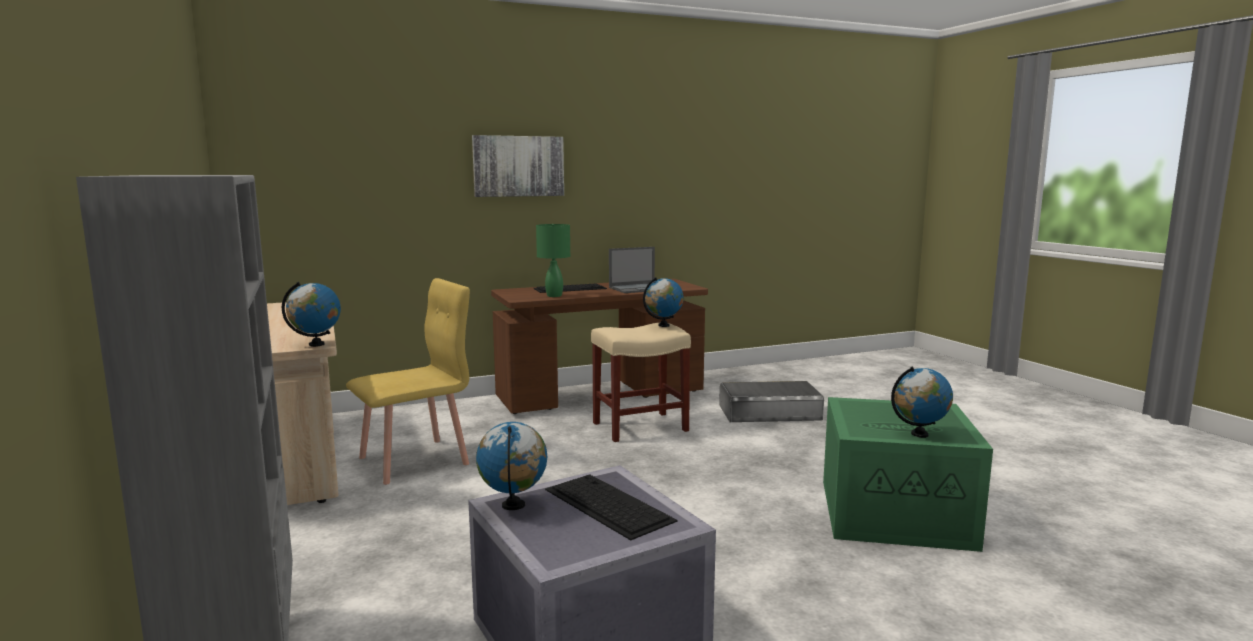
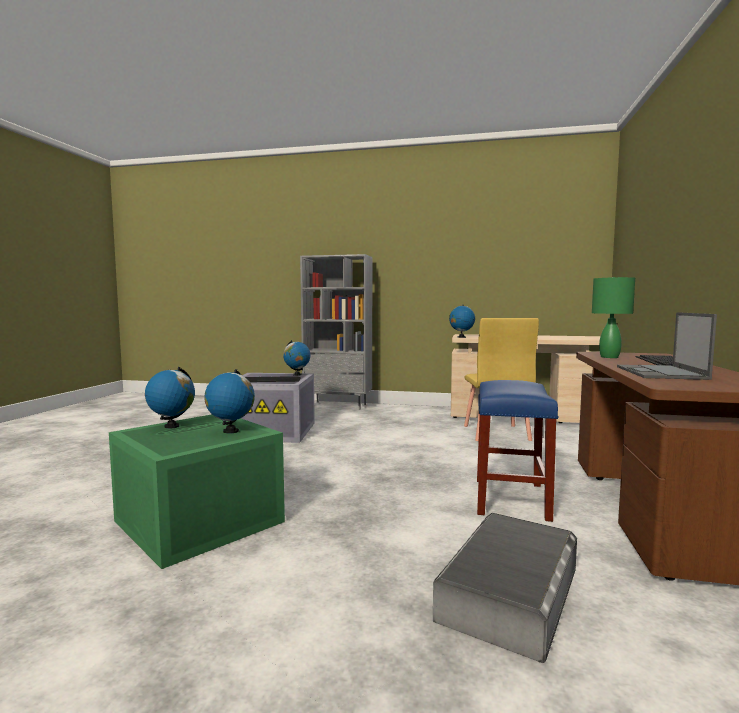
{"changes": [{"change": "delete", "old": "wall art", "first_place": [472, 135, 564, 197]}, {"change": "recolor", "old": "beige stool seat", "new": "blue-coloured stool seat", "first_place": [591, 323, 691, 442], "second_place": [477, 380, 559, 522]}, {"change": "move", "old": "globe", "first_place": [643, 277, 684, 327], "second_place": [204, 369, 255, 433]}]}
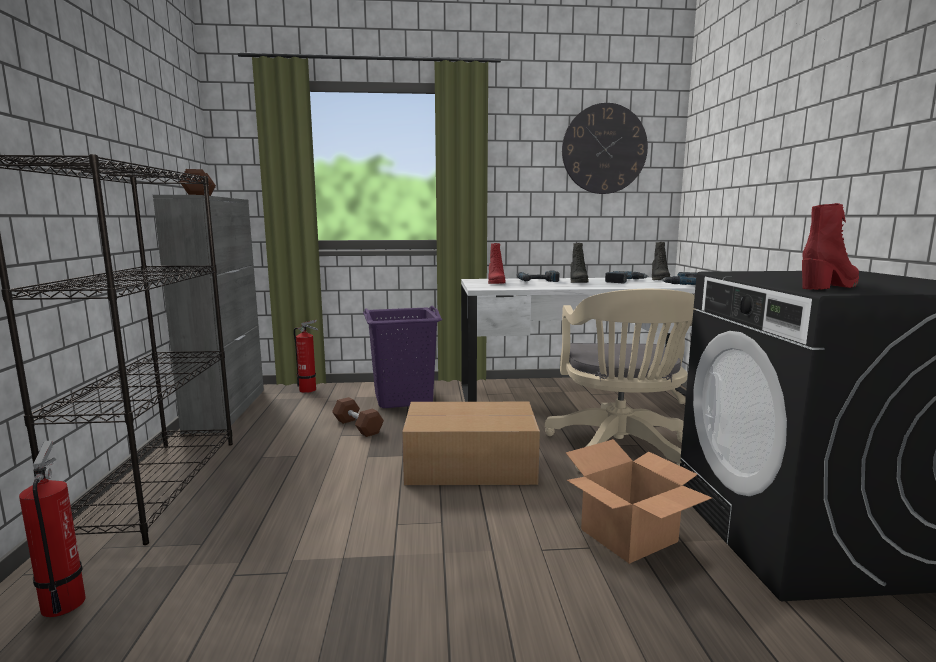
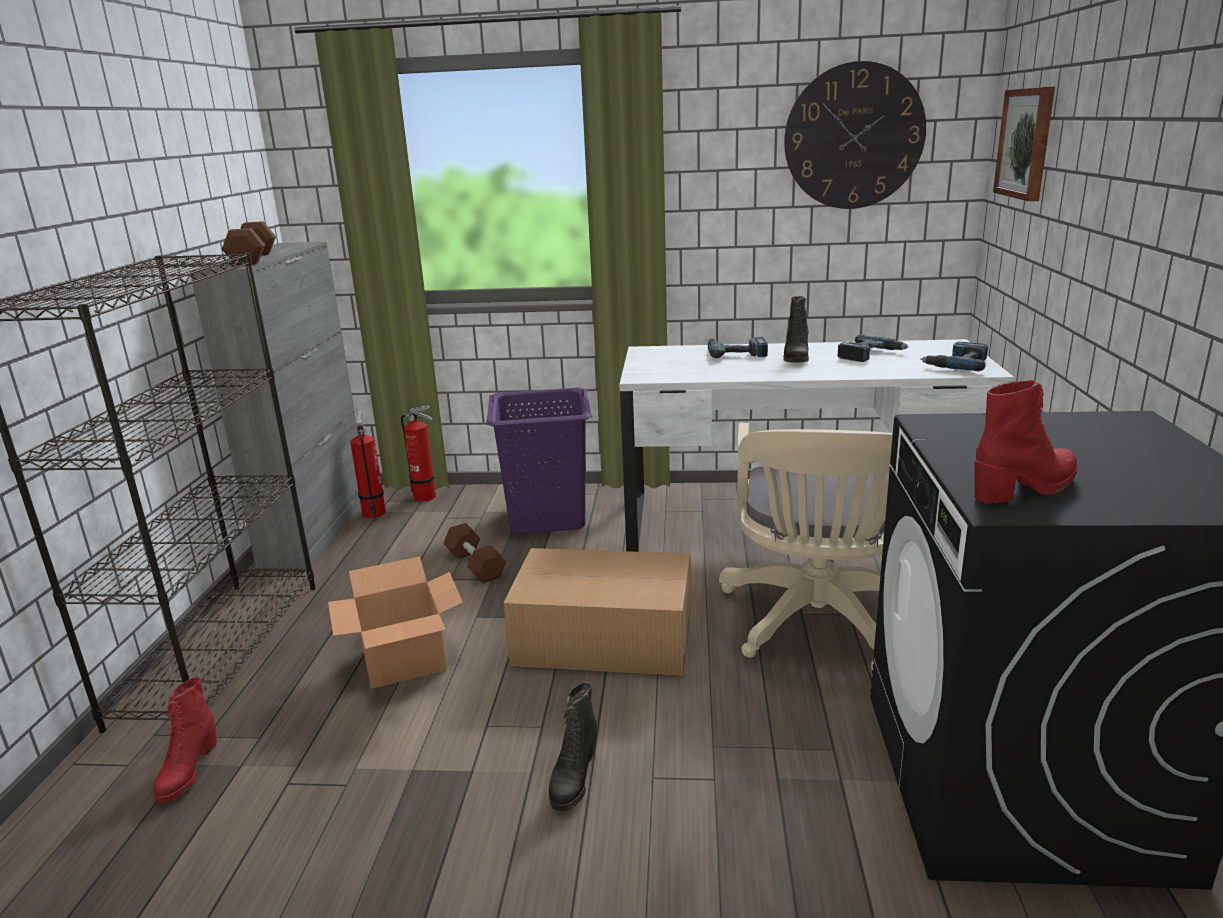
{"changes": [{"change": "move", "old": "extinguisher", "first_place": [19, 440, 86, 617], "second_place": [350, 410, 386, 518]}, {"change": "move", "old": "red-coloured boot", "first_place": [488, 243, 506, 284], "second_place": [154, 677, 217, 803]}, {"change": "move", "old": "packing box", "first_place": [566, 439, 712, 564], "second_place": [328, 556, 463, 689]}, {"change": "move", "old": "black boot", "first_place": [652, 242, 670, 280], "second_place": [549, 682, 597, 812]}, {"change": "insert", "new": "wall art", "second_place": [993, 87, 1055, 201]}]}
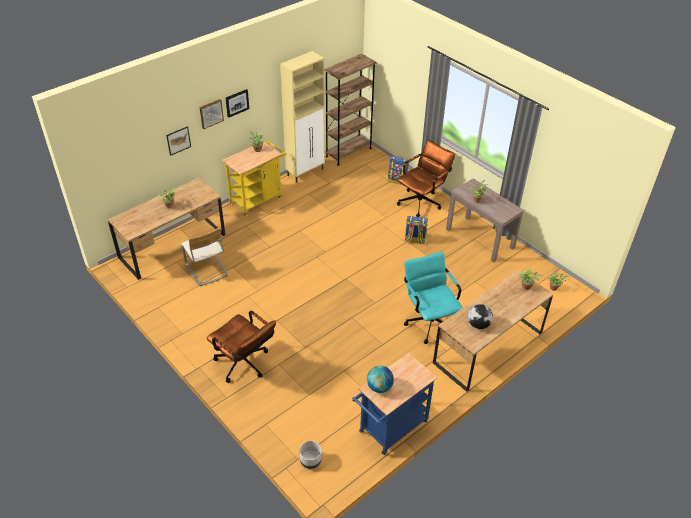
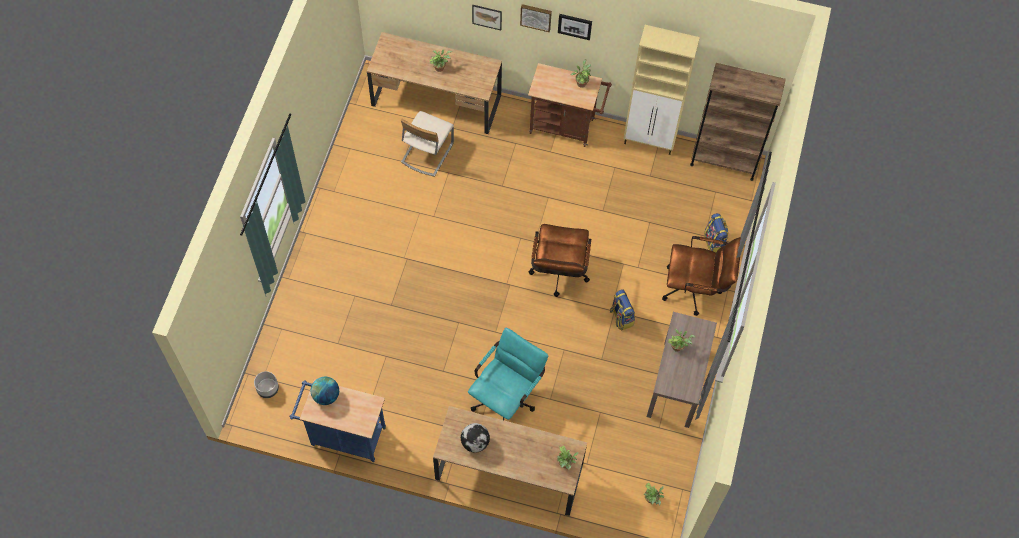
{"changes": [{"change": "move", "old": "brown computer chair", "first_place": [206, 310, 276, 383], "second_place": [529, 224, 591, 297]}, {"change": "recolor", "old": "yellow trolley", "new": "brown trolley", "first_place": [222, 141, 287, 217], "second_place": [528, 63, 612, 147]}]}
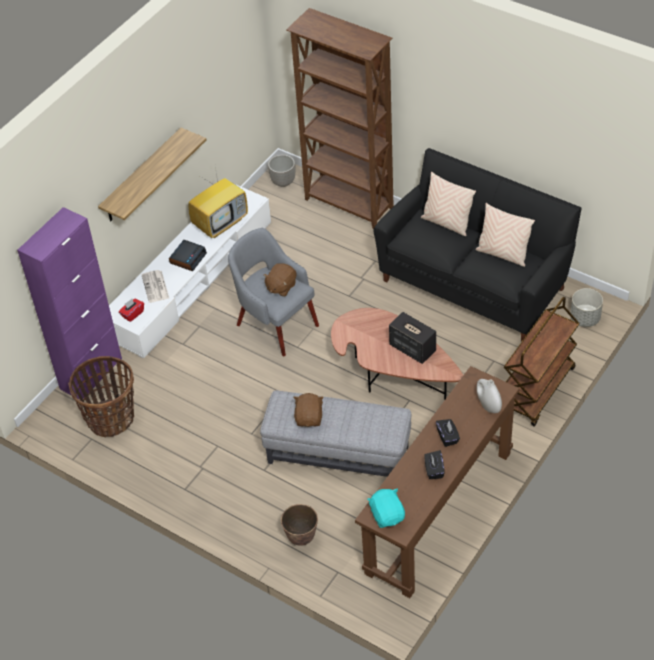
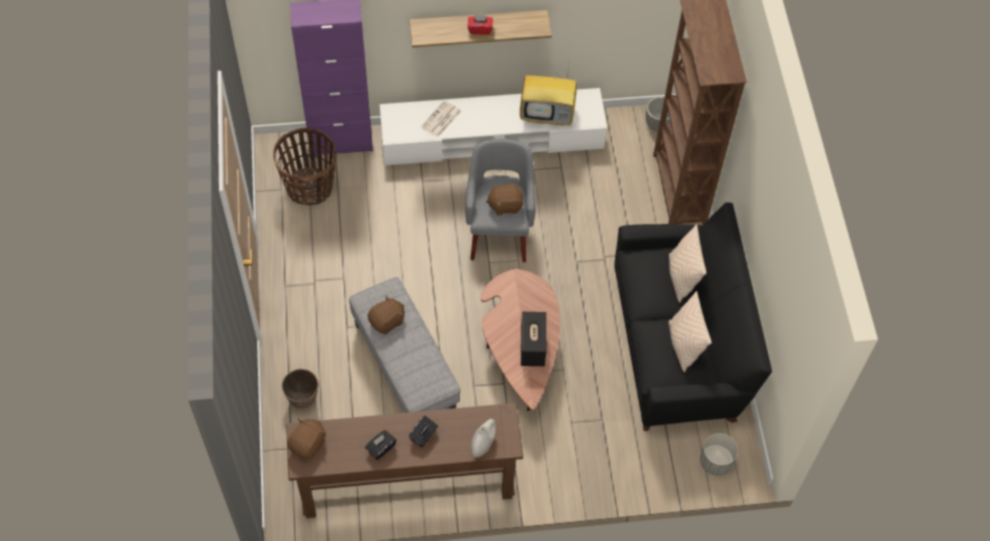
{"changes": [{"change": "move", "old": "red-coloured box of tissues", "first_place": [119, 299, 144, 322], "second_place": [467, 14, 493, 35]}, {"change": "delete", "old": "bedside clock", "first_place": [169, 240, 207, 271]}, {"change": "recolor", "old": "turquoise cuddly toy", "new": "brown cuddly toy", "first_place": [367, 488, 405, 528], "second_place": [287, 418, 326, 459]}, {"change": "delete", "old": "brown trolley", "first_place": [504, 297, 580, 427]}]}
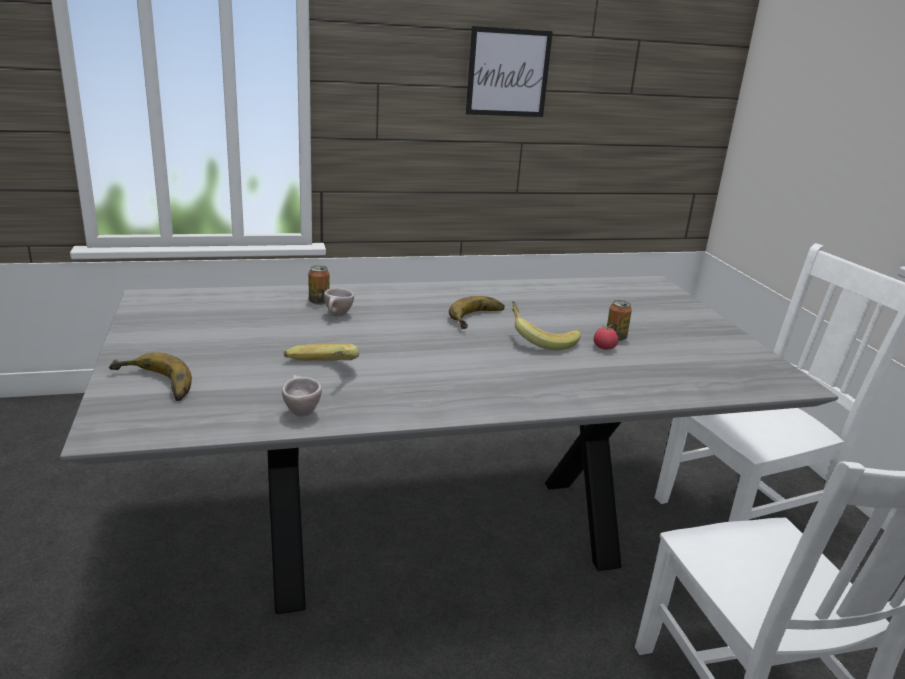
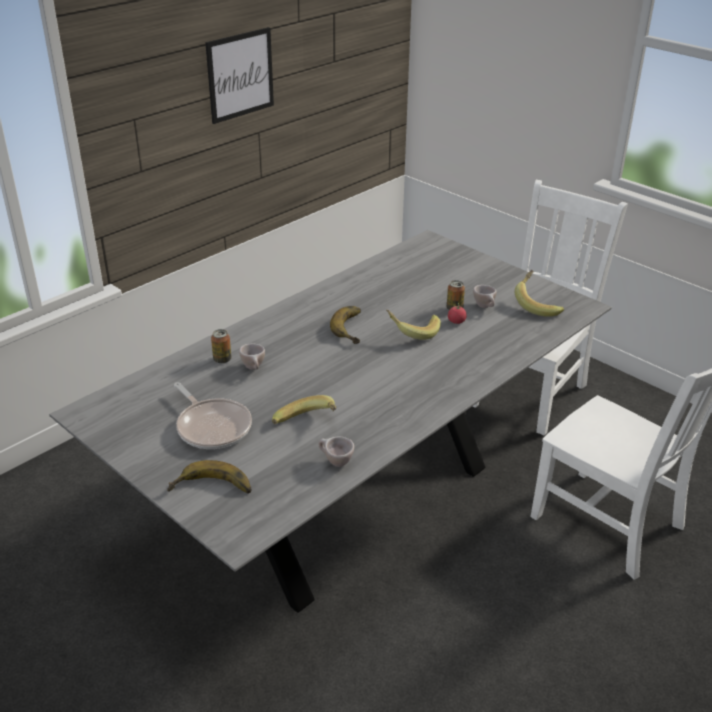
{"changes": [{"change": "insert", "new": "skillet", "second_place": [174, 382, 252, 449]}, {"change": "insert", "new": "beige drinking cup", "second_place": [473, 285, 496, 308]}, {"change": "insert", "new": "banana fruit", "second_place": [515, 270, 564, 317]}]}
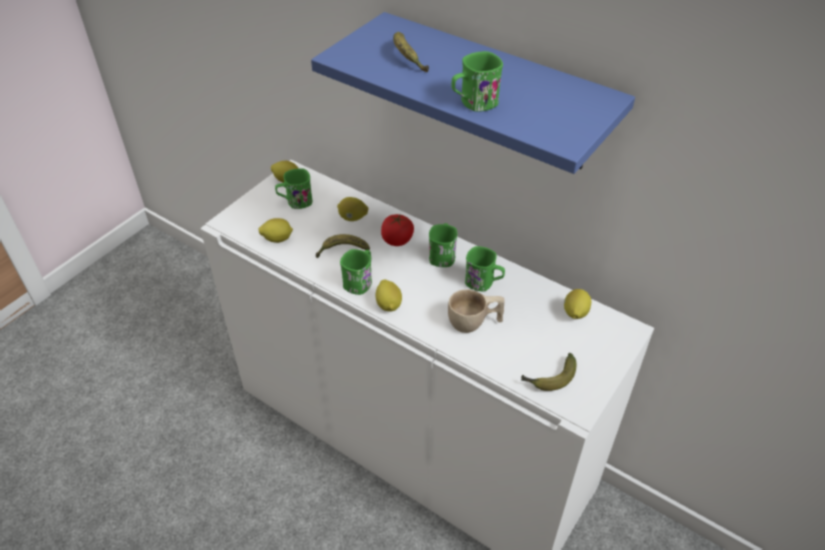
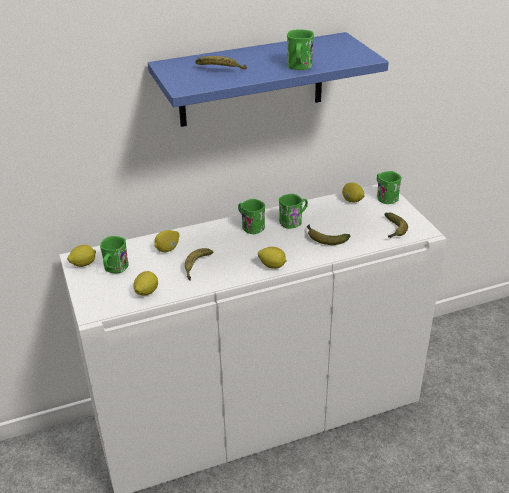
{"changes": [{"change": "move", "old": "greenish coffee mug", "first_place": [340, 249, 372, 295], "second_place": [377, 171, 402, 204]}, {"change": "delete", "old": "fresh tomato", "first_place": [381, 214, 414, 246]}, {"change": "replace", "old": "beige drinking cup", "new": "banana fruit", "first_place": [448, 289, 504, 333], "second_place": [307, 225, 351, 245]}]}
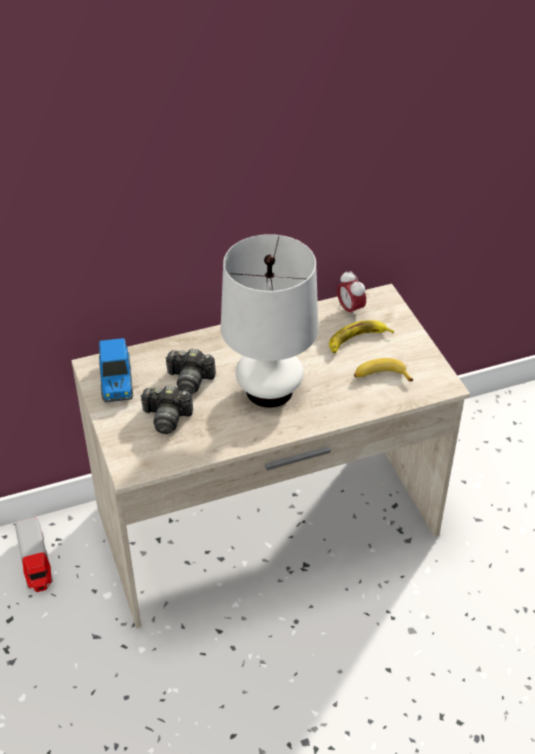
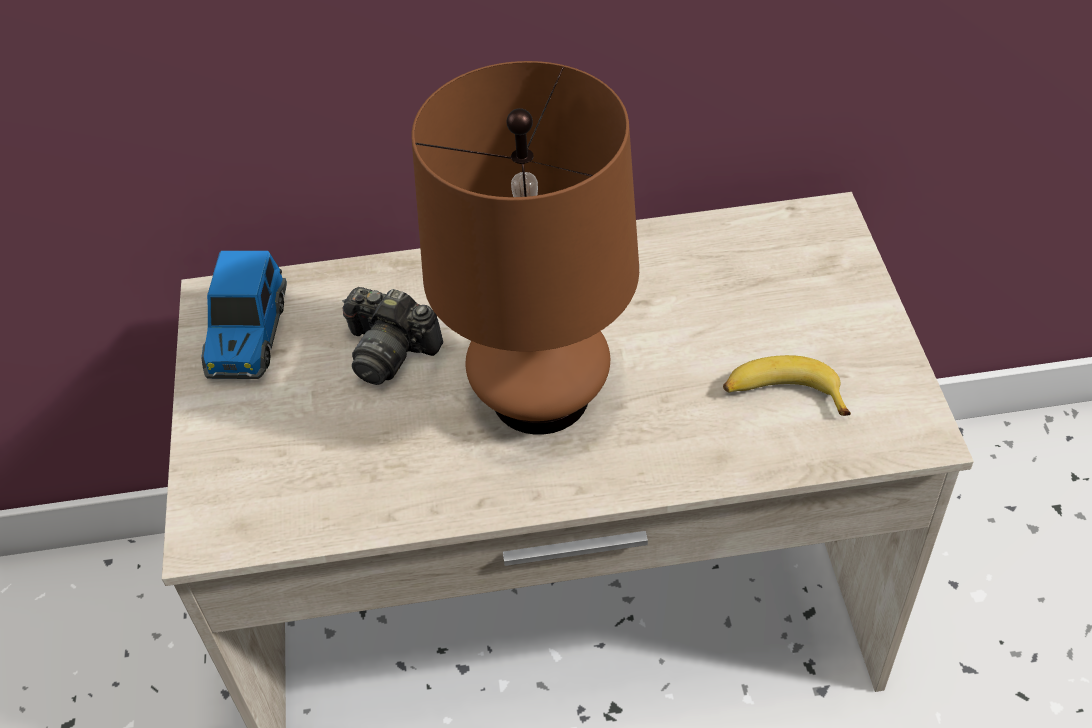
{"changes": [{"change": "delete", "old": "toy lorry", "first_place": [15, 517, 53, 592]}, {"change": "delete", "old": "still camera", "first_place": [140, 385, 193, 434]}, {"change": "recolor", "old": "white-coloured tabletop lamp", "new": "brown tabletop lamp", "first_place": [221, 234, 319, 408], "second_place": [412, 61, 639, 435]}, {"change": "delete", "old": "banana fruit", "first_place": [329, 320, 394, 353]}, {"change": "delete", "old": "bedside clock", "first_place": [337, 271, 366, 318]}]}
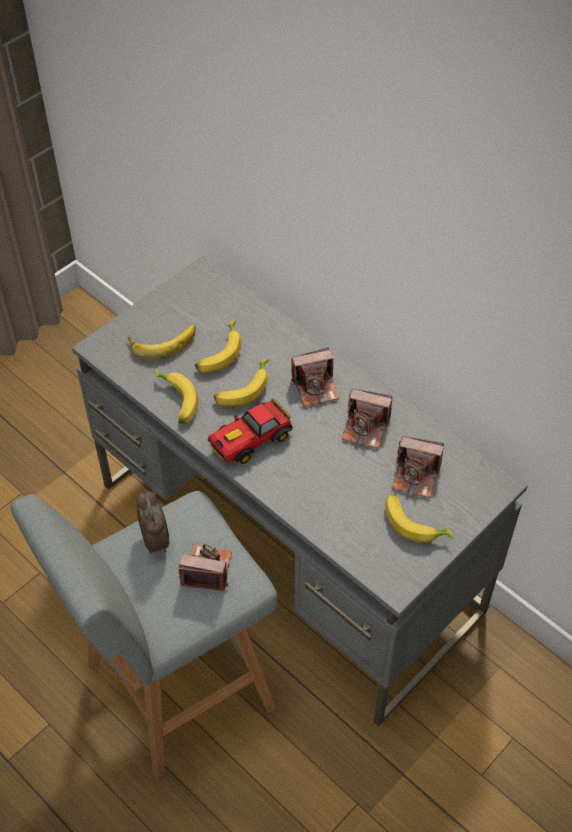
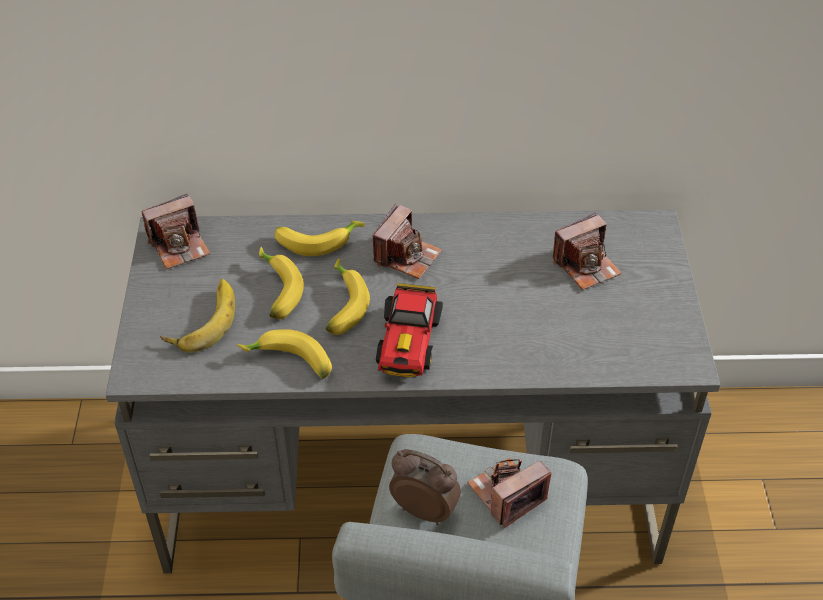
{"changes": [{"change": "move", "old": "still camera", "first_place": [341, 389, 392, 448], "second_place": [141, 194, 210, 269]}, {"change": "move", "old": "banana fruit", "first_place": [385, 494, 454, 542], "second_place": [275, 221, 365, 256]}]}
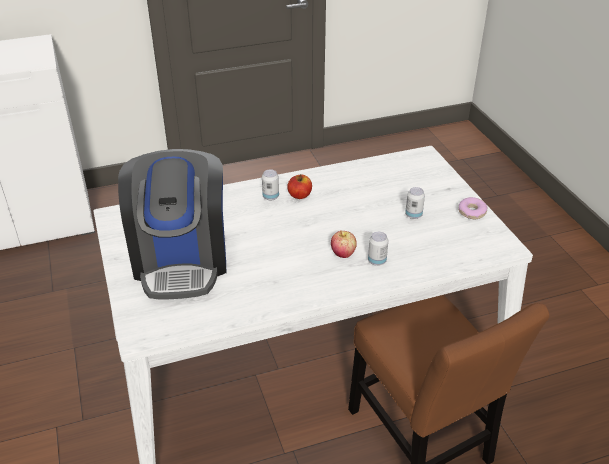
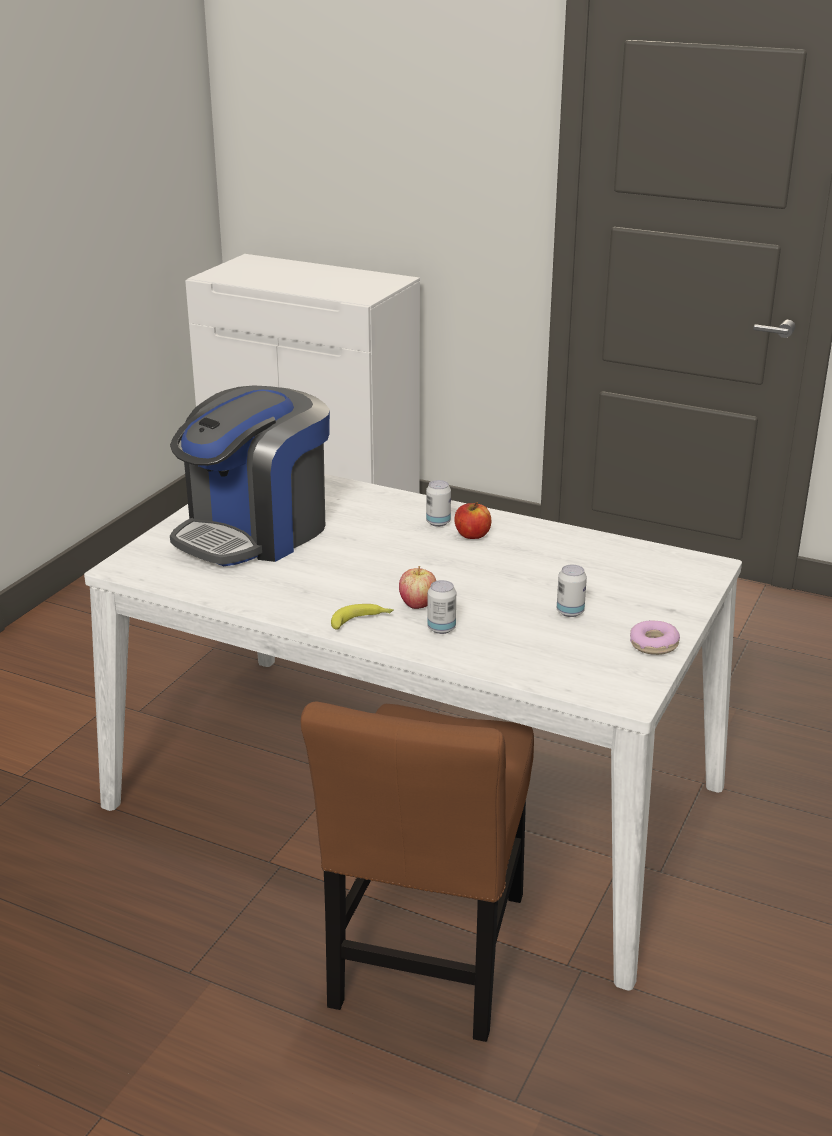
{"changes": [{"change": "insert", "new": "banana fruit", "second_place": [331, 604, 394, 630]}]}
